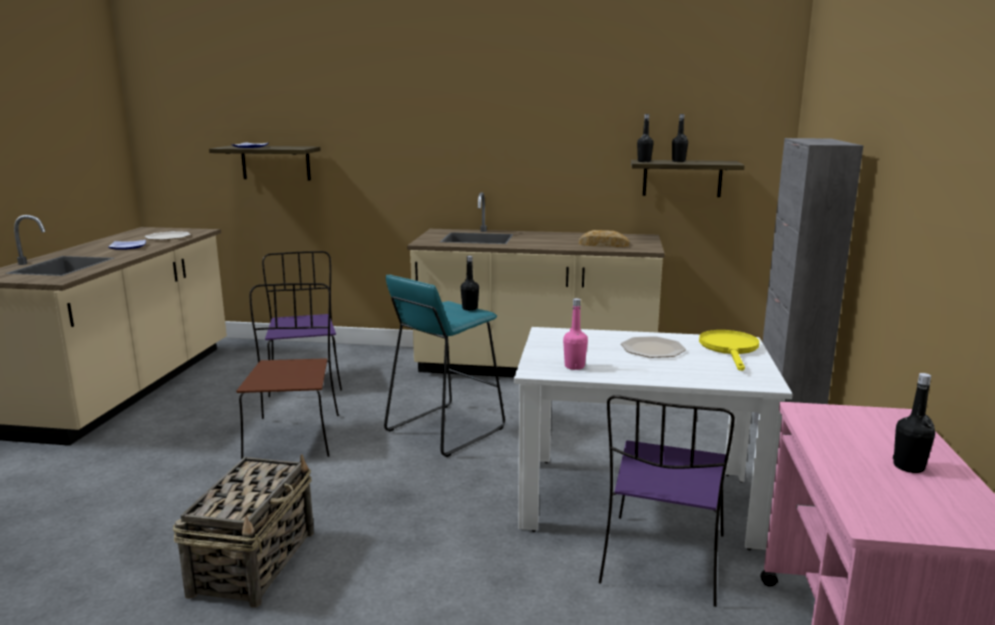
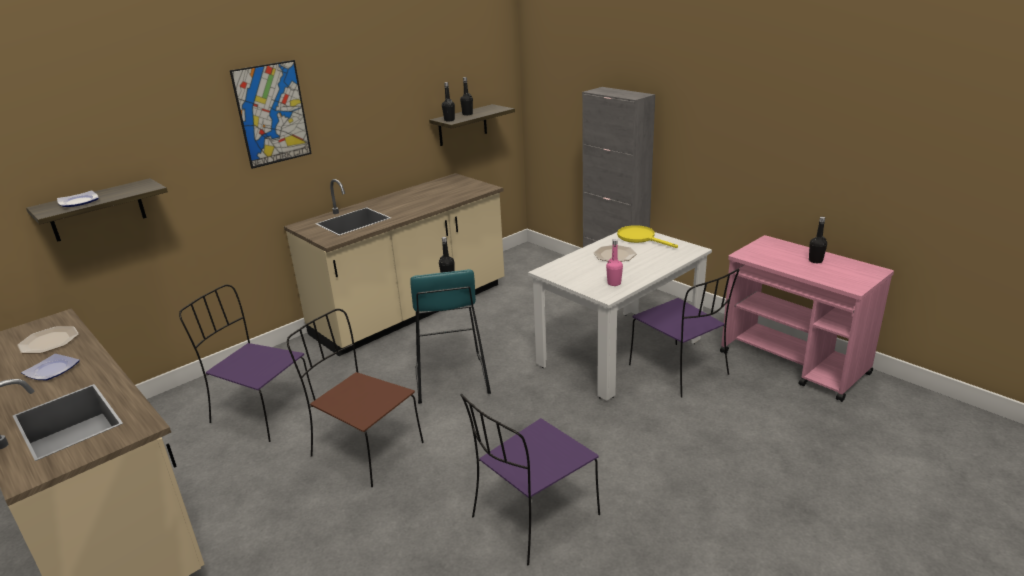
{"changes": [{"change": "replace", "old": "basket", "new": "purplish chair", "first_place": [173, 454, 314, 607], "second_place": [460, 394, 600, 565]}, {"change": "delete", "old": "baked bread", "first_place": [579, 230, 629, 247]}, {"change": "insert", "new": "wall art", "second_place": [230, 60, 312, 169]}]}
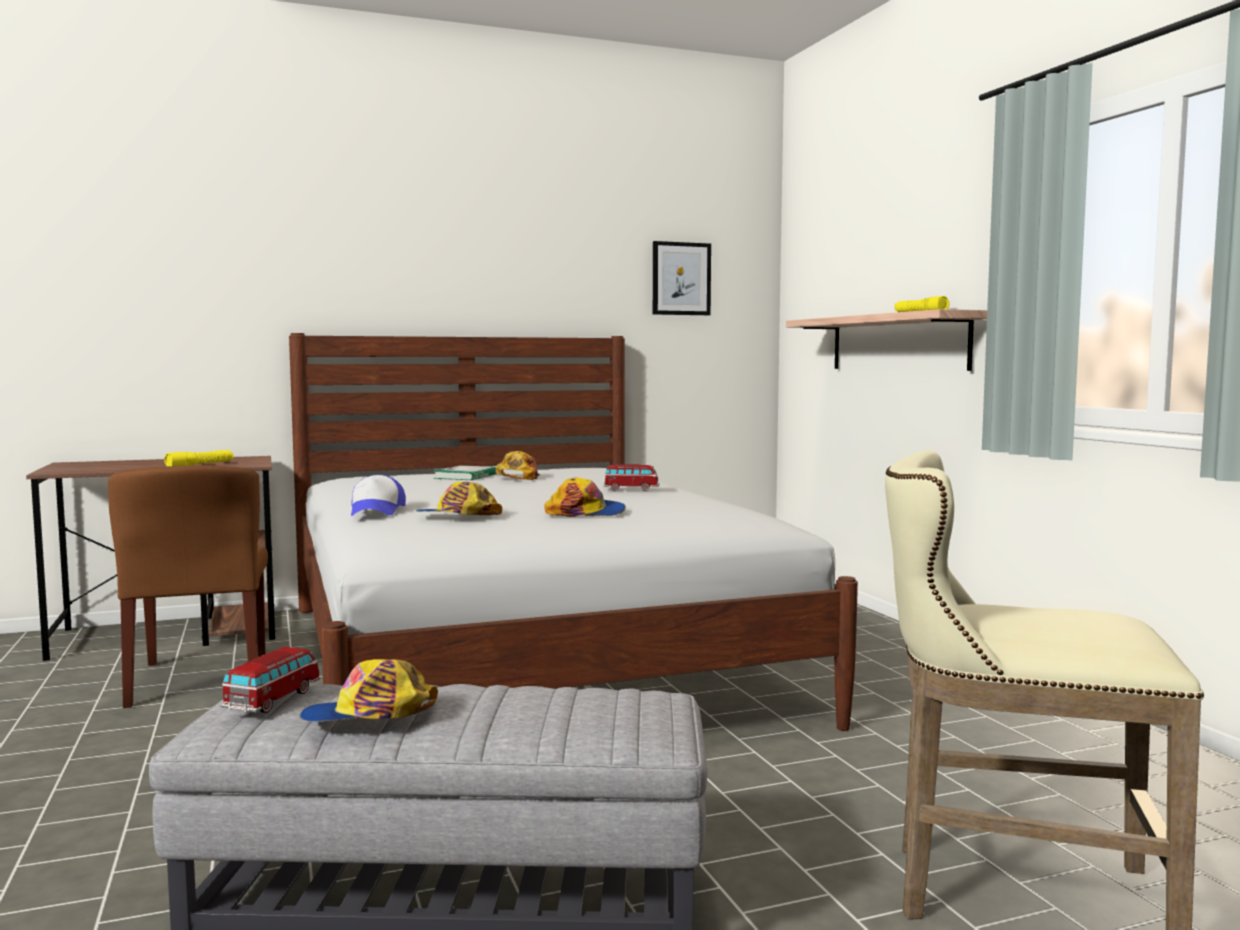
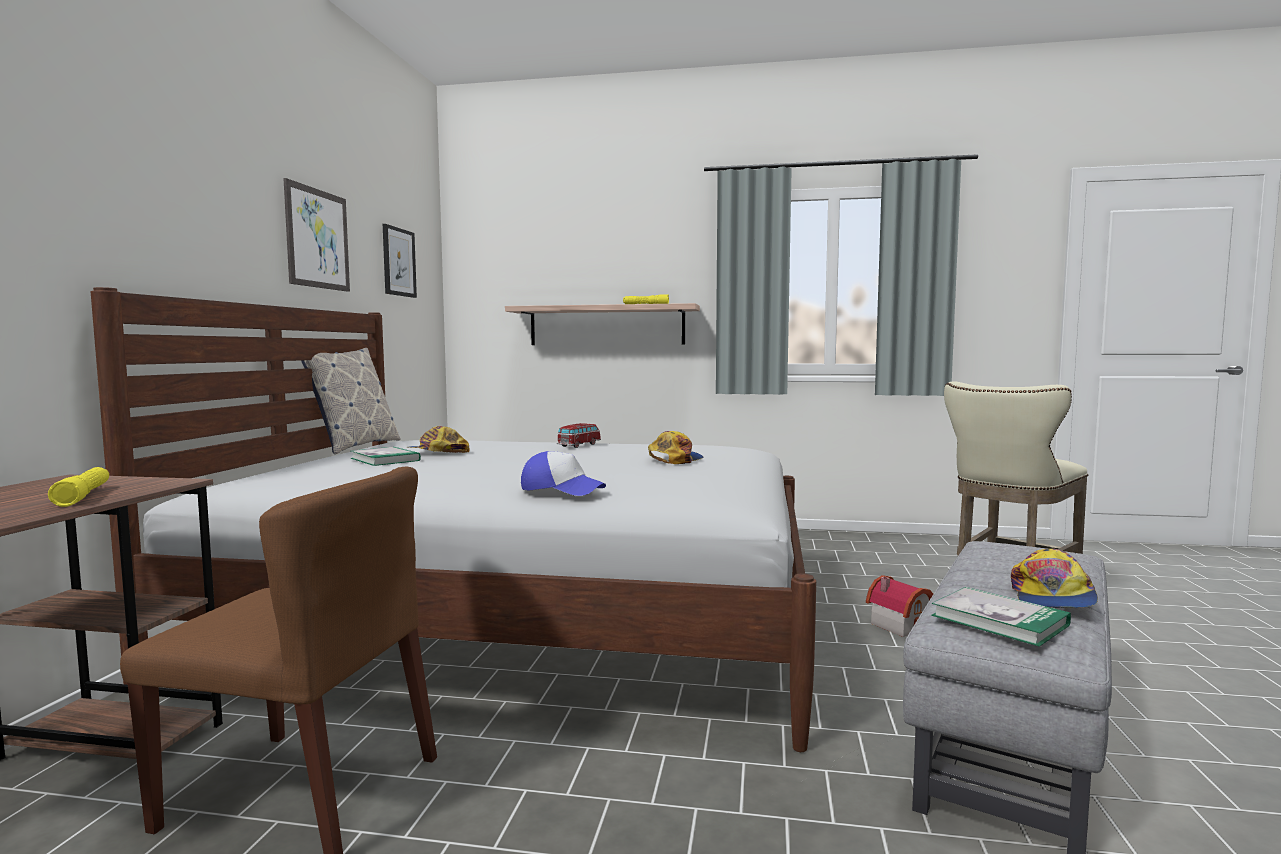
{"changes": [{"change": "replace", "old": "model car", "new": "book", "first_place": [221, 647, 320, 713], "second_place": [931, 587, 1071, 647]}, {"change": "delete", "old": "cap", "first_place": [416, 481, 502, 515]}, {"change": "insert", "new": "wall art", "second_place": [283, 178, 350, 292]}, {"change": "insert", "new": "throw pillow", "second_place": [301, 348, 400, 454]}, {"change": "insert", "new": "toy house", "second_place": [866, 575, 933, 637]}]}
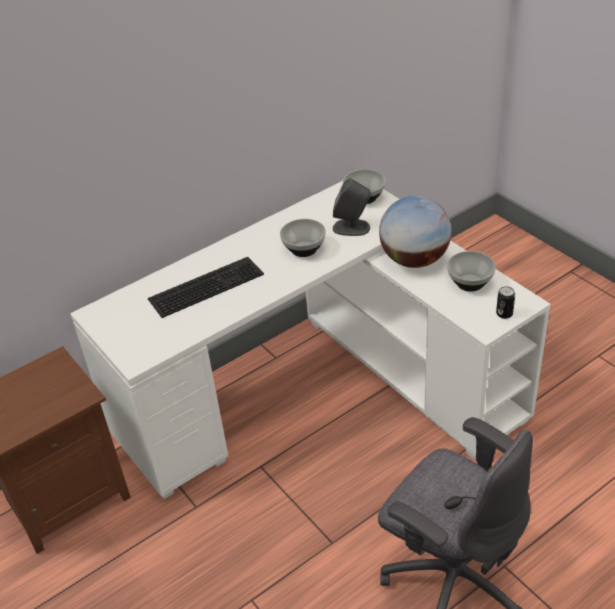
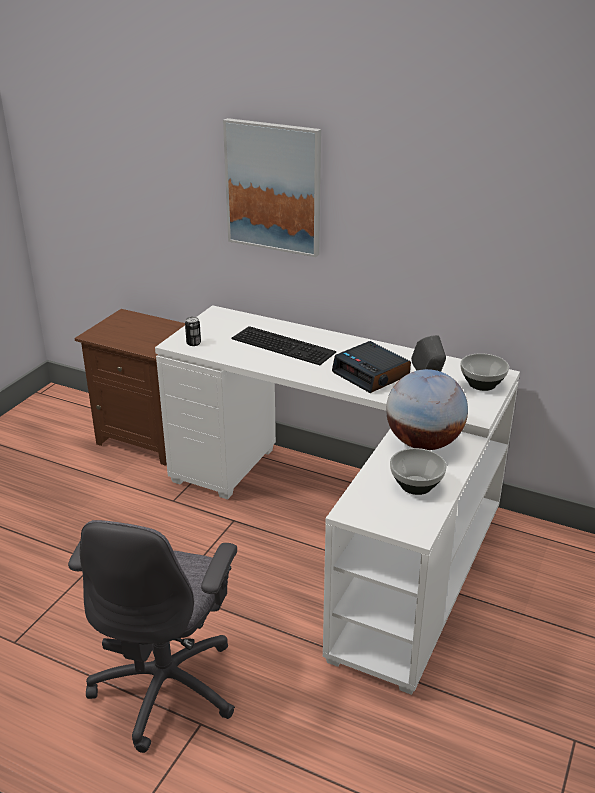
{"changes": [{"change": "replace", "old": "serving bowl", "new": "bedside clock", "first_place": [280, 219, 326, 257], "second_place": [332, 341, 411, 393]}, {"change": "move", "old": "can", "first_place": [496, 286, 515, 319], "second_place": [185, 317, 201, 346]}, {"change": "insert", "new": "wall art", "second_place": [223, 118, 321, 257]}]}
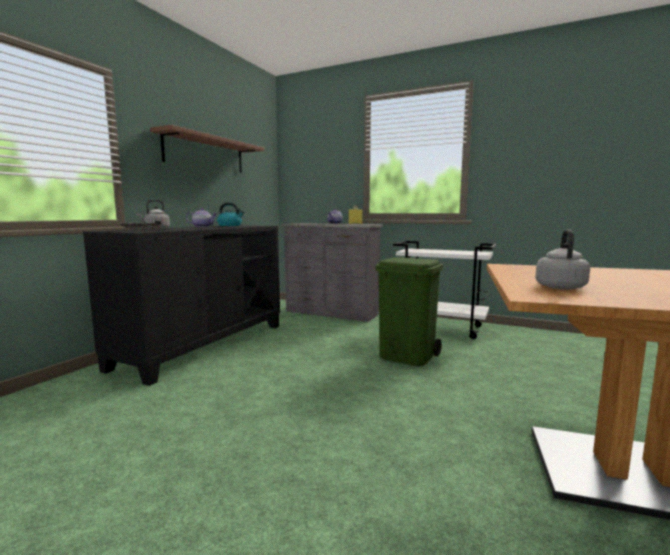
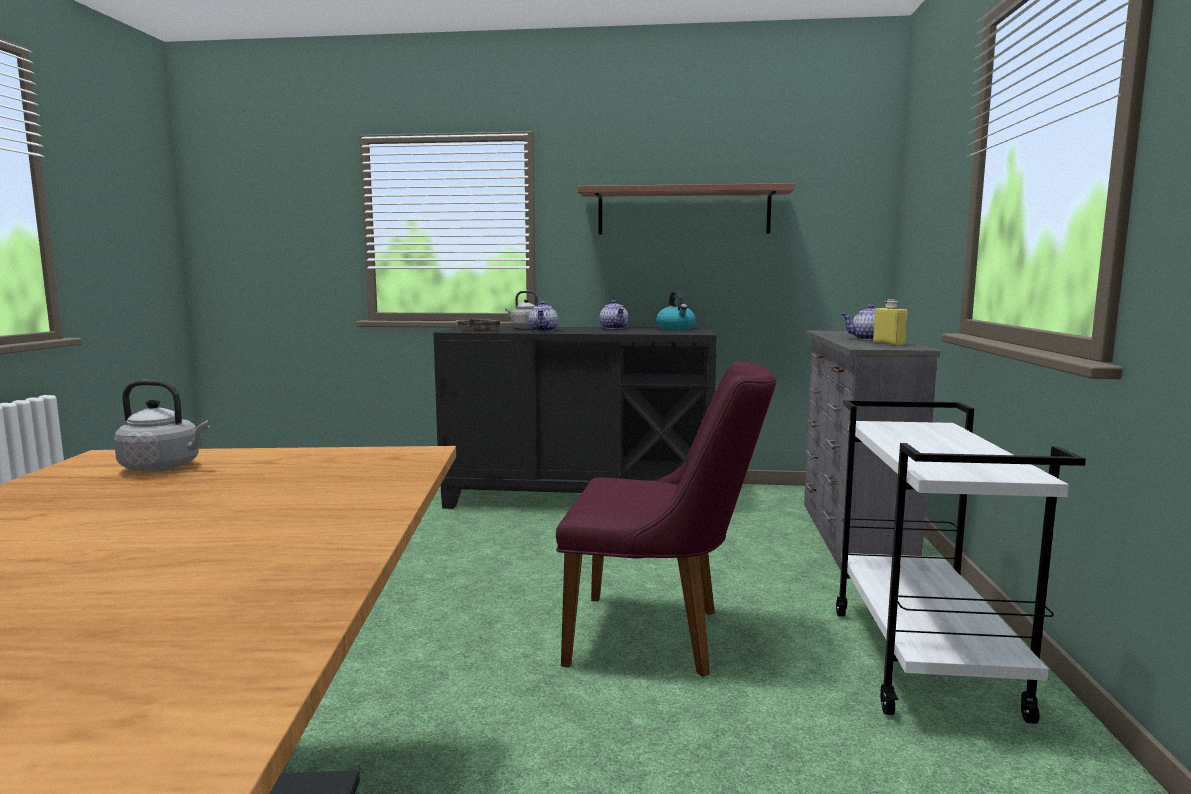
{"changes": [{"change": "replace", "old": "greenish rubbish bin", "new": "purplish chair", "first_place": [376, 257, 443, 366], "second_place": [556, 361, 777, 677]}, {"change": "insert", "new": "teapot", "second_place": [528, 301, 558, 332]}]}
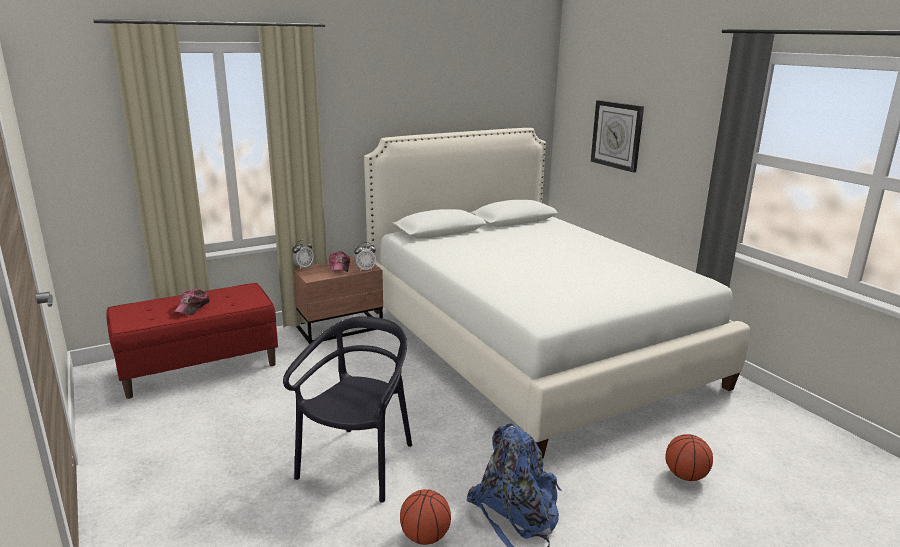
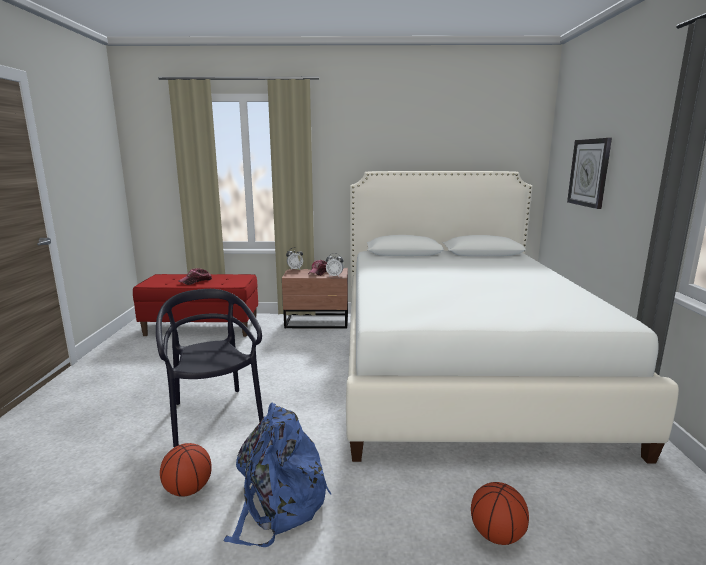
{"changes": [{"change": "rotate", "old": "black chair", "first_place": [283, 316, 412, 503], "second_place": [156, 289, 263, 447], "degrees": -75}]}
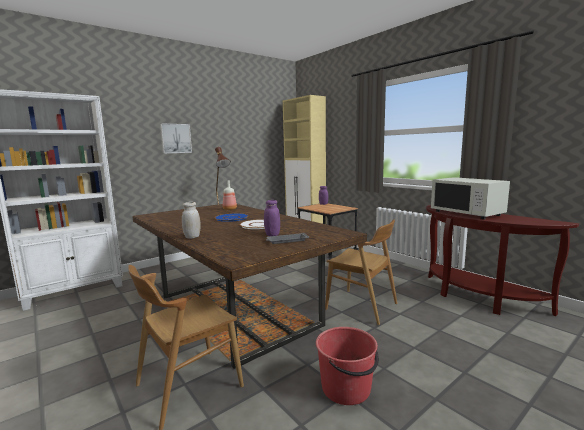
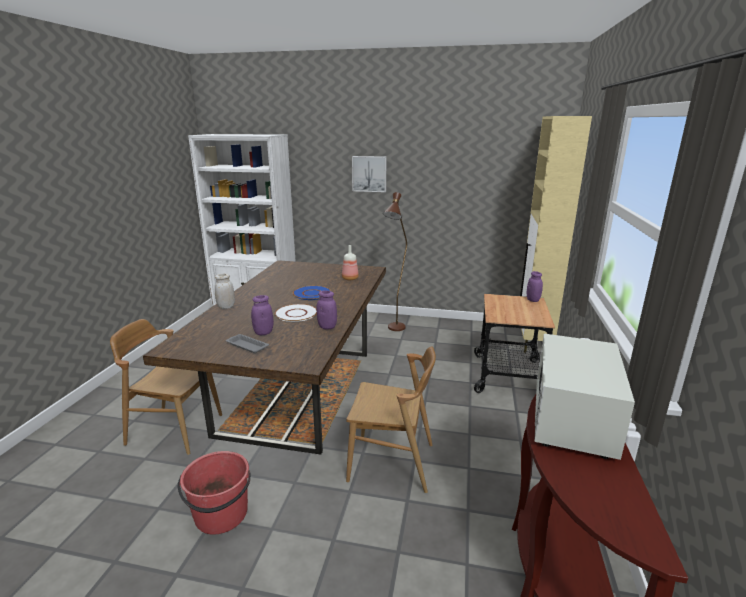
{"changes": [{"change": "rotate", "old": "brown chair", "first_place": [325, 220, 398, 325], "second_place": [346, 346, 436, 493], "degrees": -75}, {"change": "insert", "new": "purplish preserve jar", "second_place": [317, 290, 337, 330]}]}
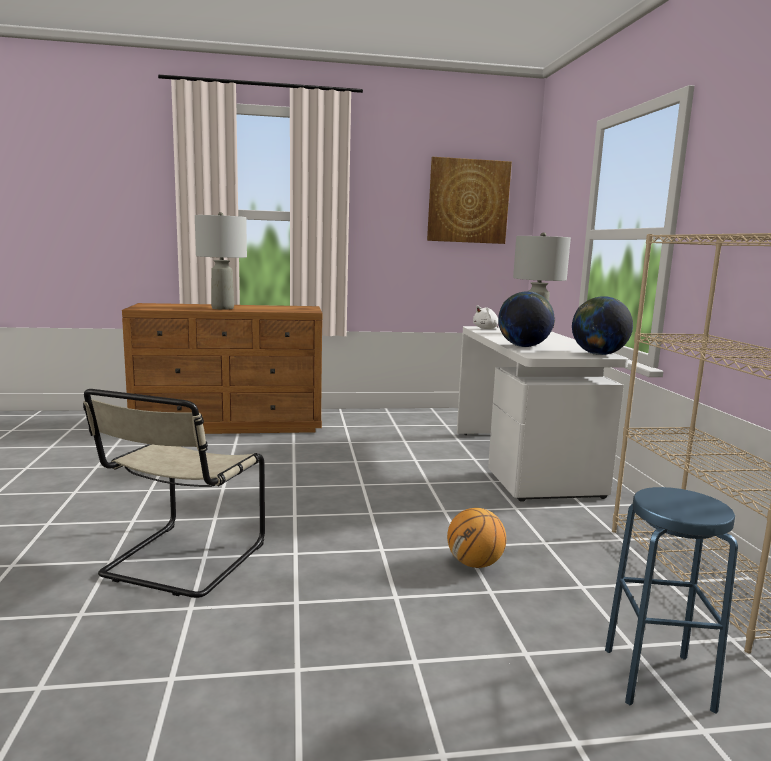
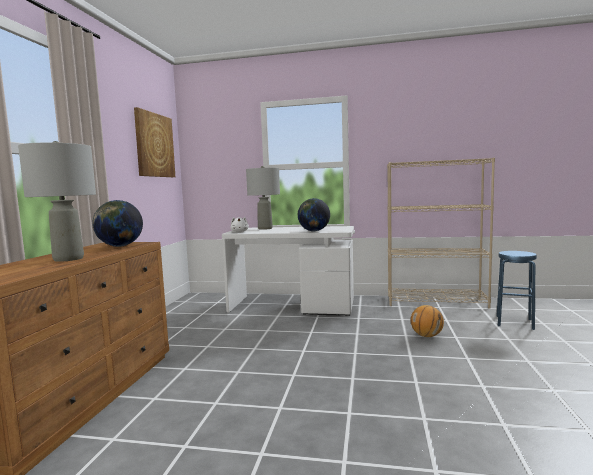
{"changes": [{"change": "delete", "old": "beige chair", "first_place": [83, 389, 265, 598]}, {"change": "move", "old": "globe", "first_place": [572, 296, 633, 355], "second_place": [92, 200, 143, 247]}]}
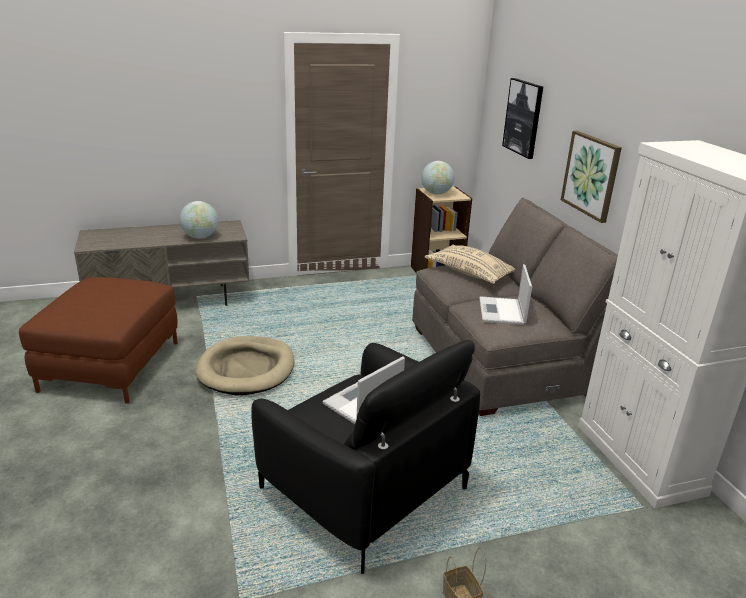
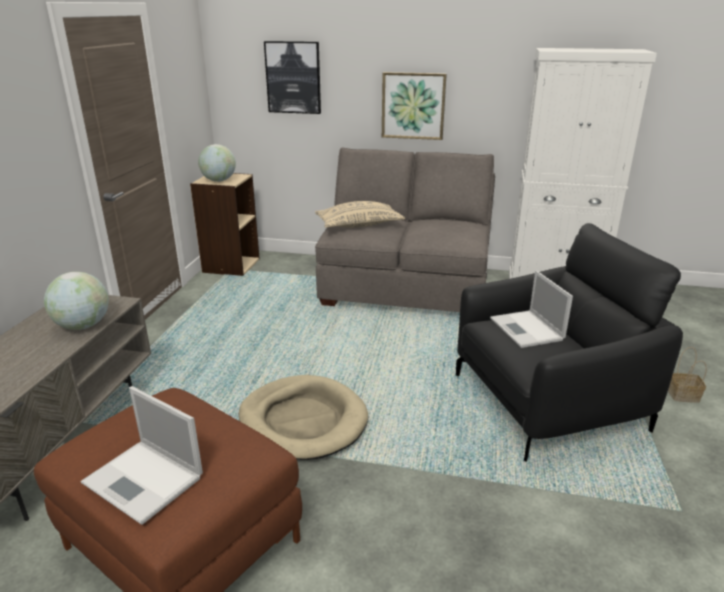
{"changes": [{"change": "move", "old": "portable computer", "first_place": [479, 264, 532, 325], "second_place": [81, 386, 203, 525]}]}
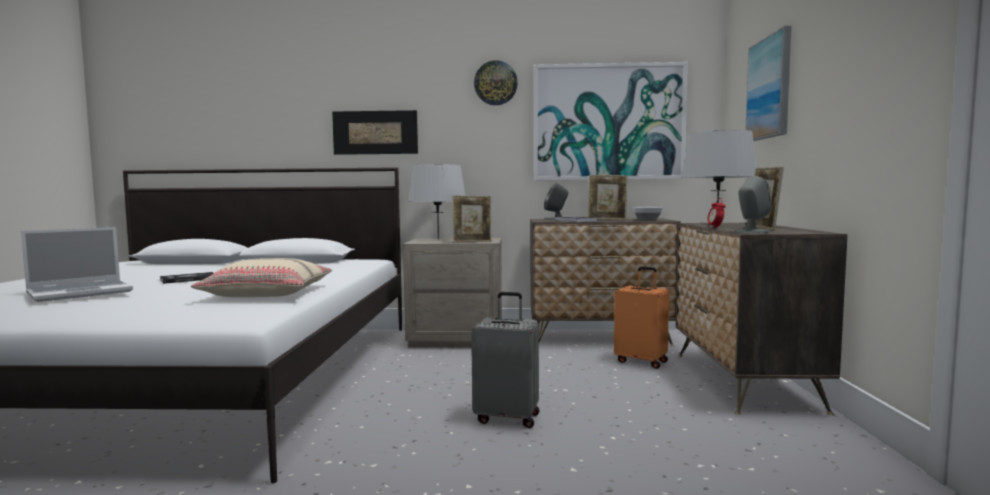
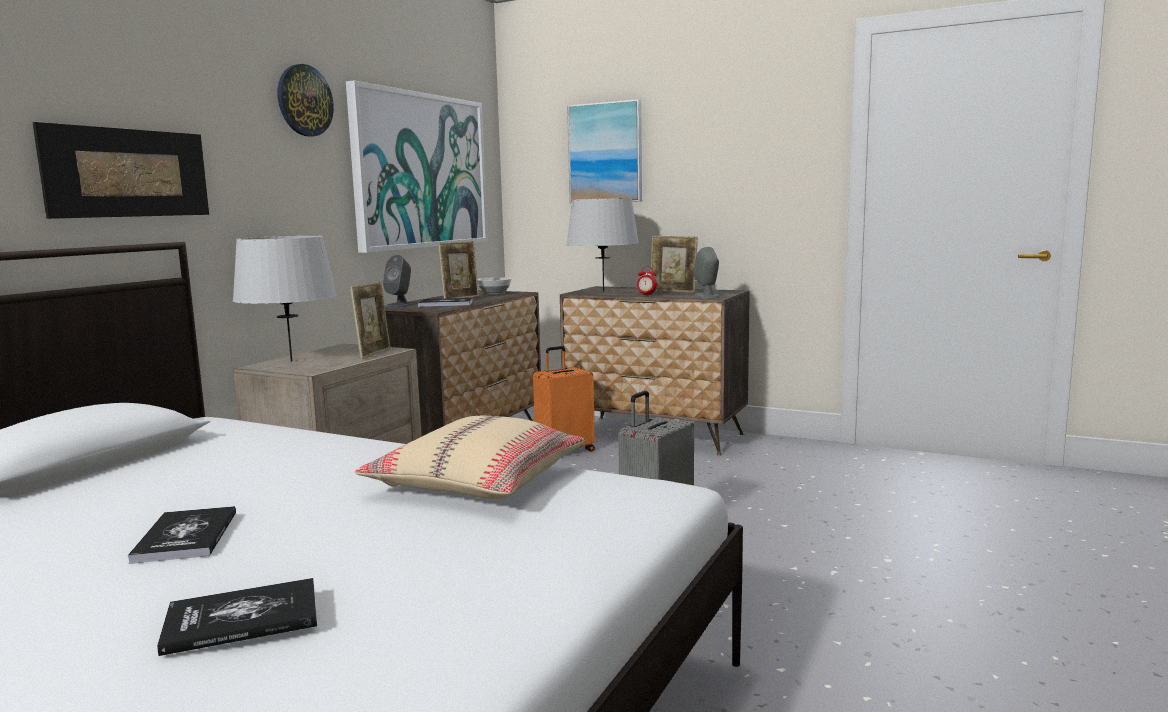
{"changes": [{"change": "replace", "old": "portable computer", "new": "book", "first_place": [21, 227, 133, 302], "second_place": [157, 578, 317, 656]}]}
